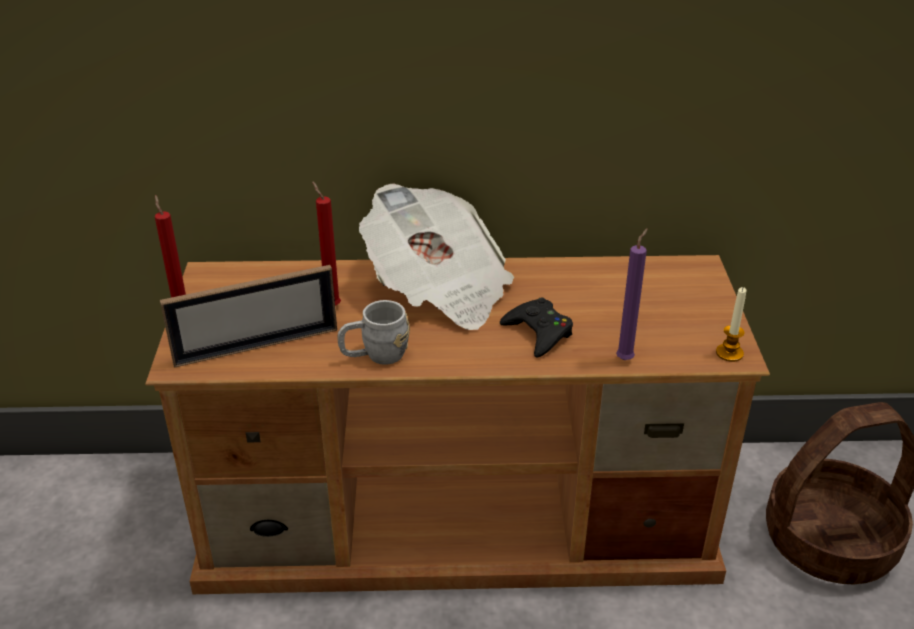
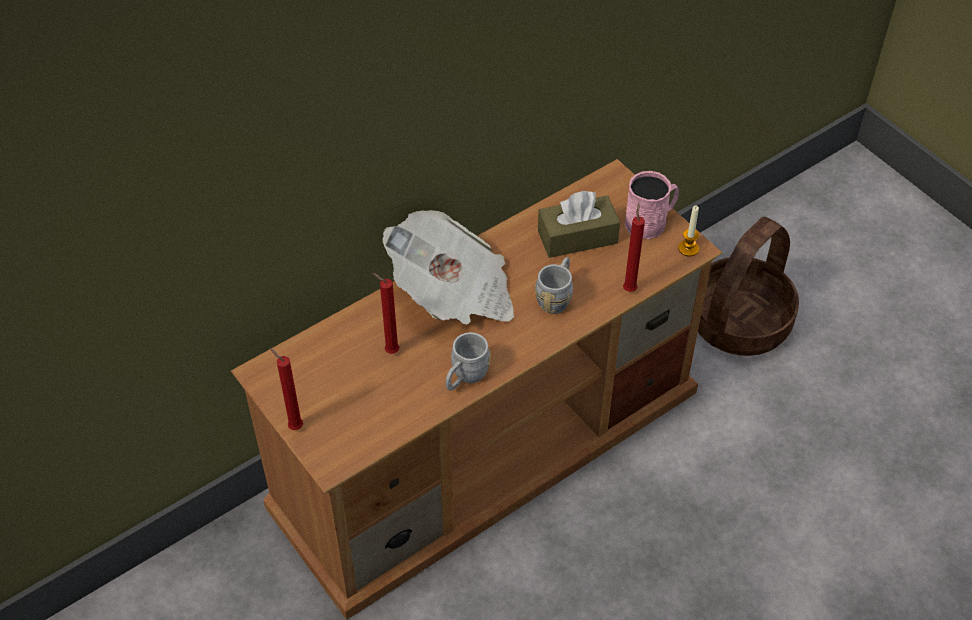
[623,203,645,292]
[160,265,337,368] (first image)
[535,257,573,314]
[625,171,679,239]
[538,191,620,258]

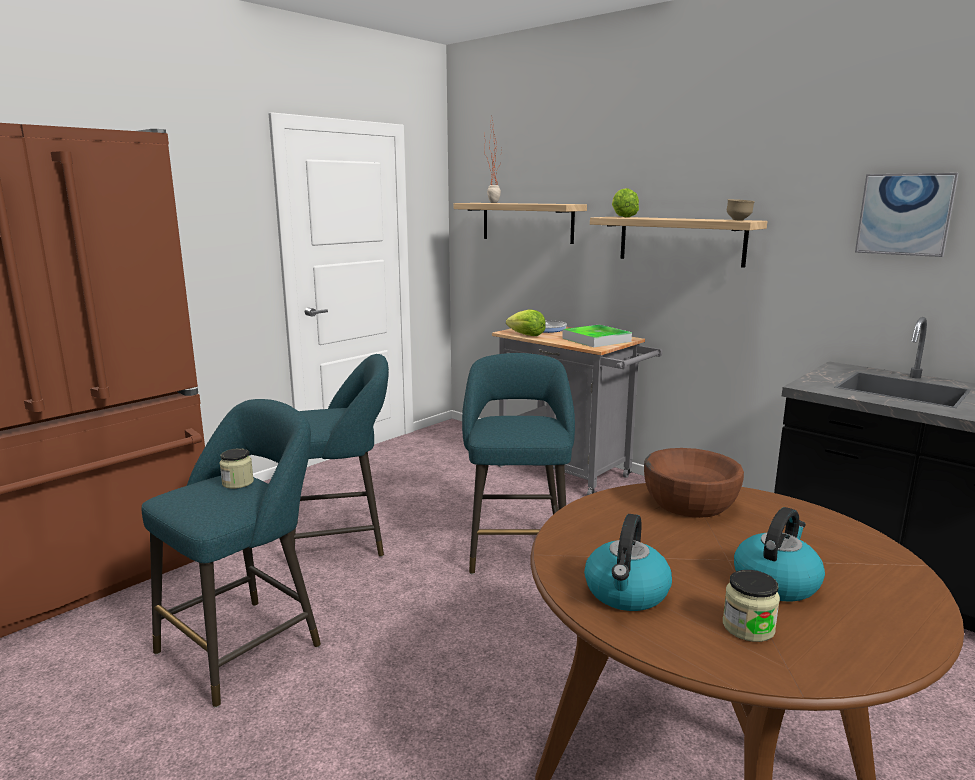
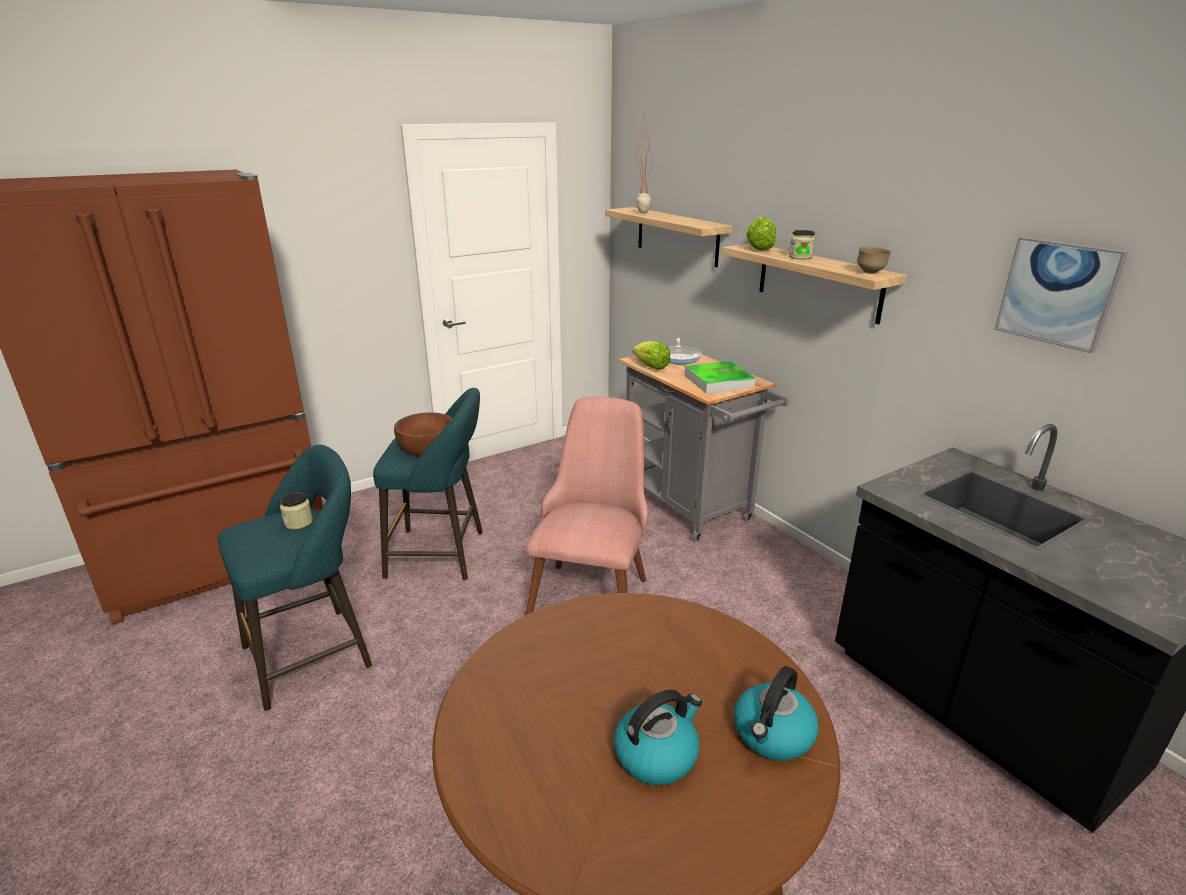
[526,397,648,615]
[394,412,453,456]
[734,666,819,761]
[789,230,815,259]

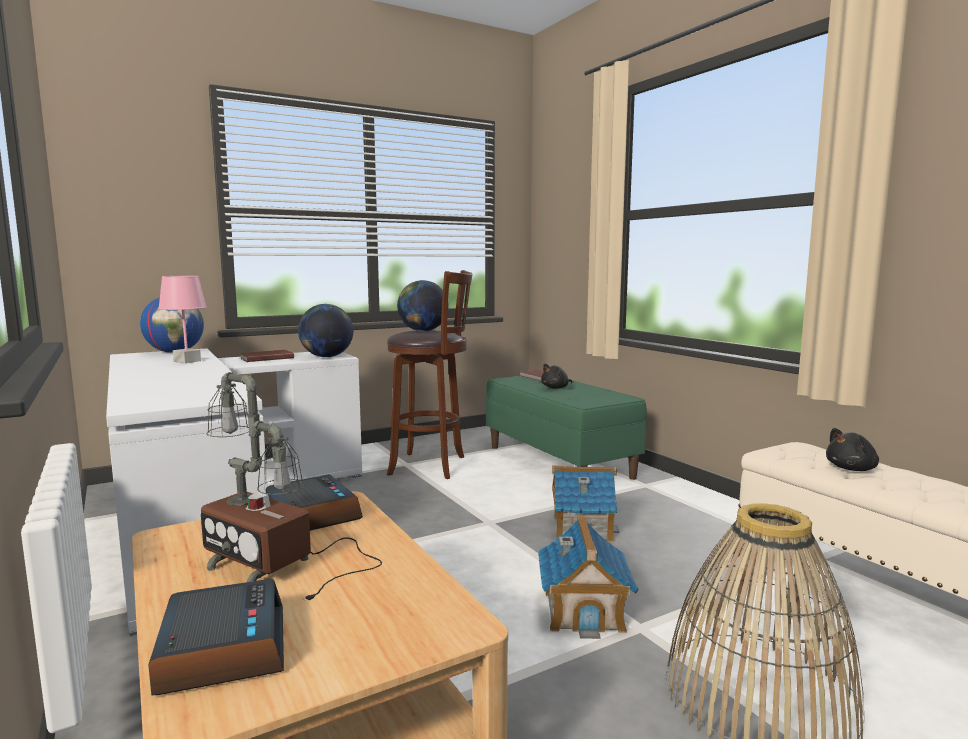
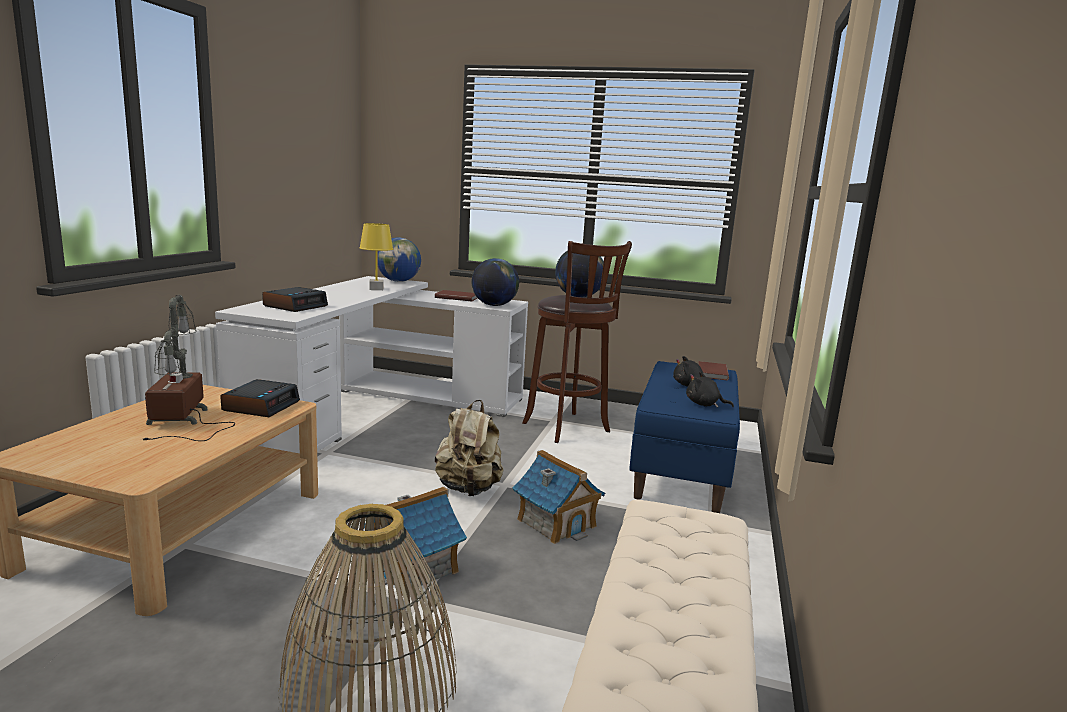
[359,223,393,290]
[629,361,740,513]
[686,372,734,408]
[262,287,328,312]
[435,400,503,496]

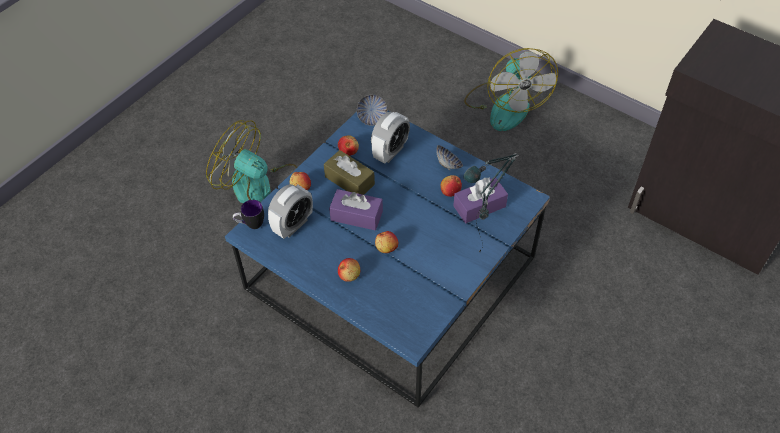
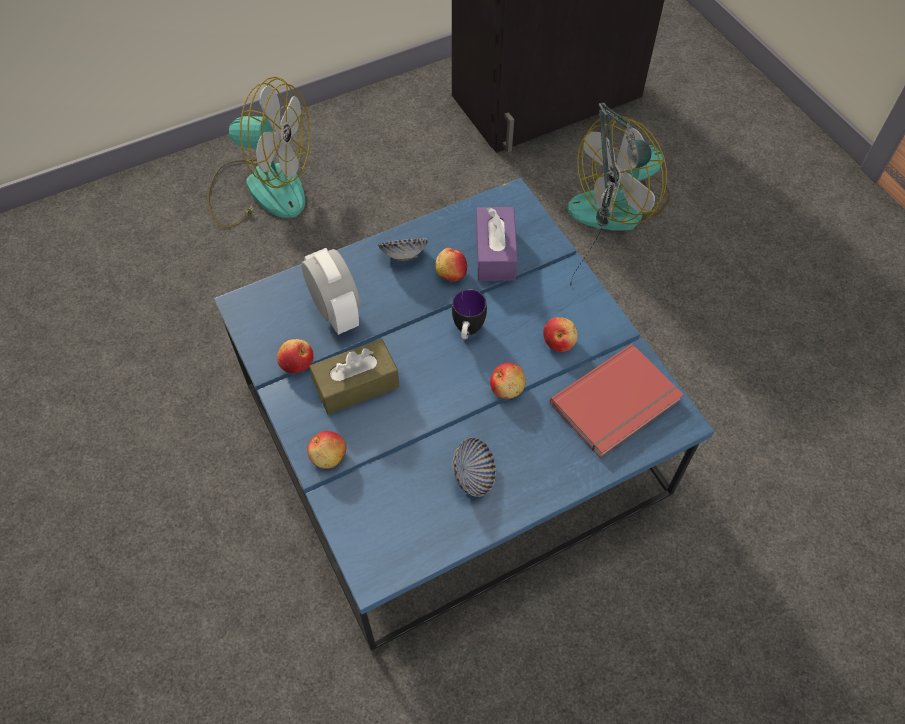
[453,437,496,497]
[567,115,670,230]
[268,184,313,239] (first image)
[329,189,383,230] (first image)
[452,289,487,339]
[543,317,578,352]
[550,344,684,458]

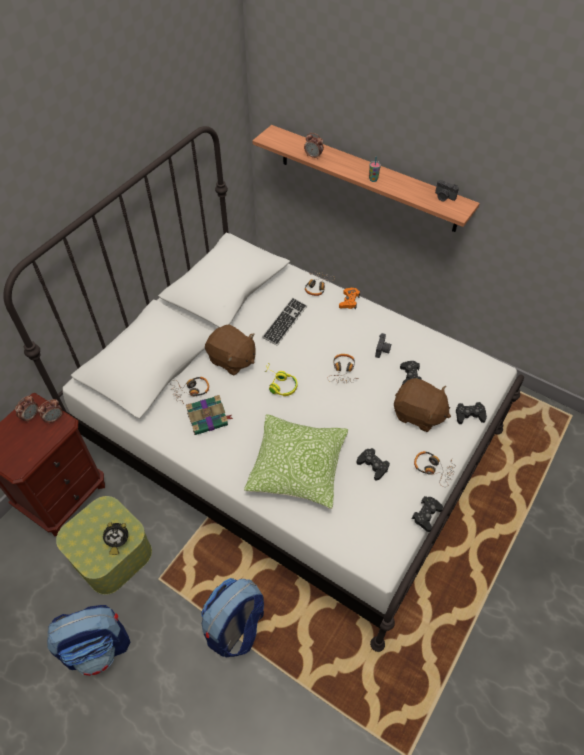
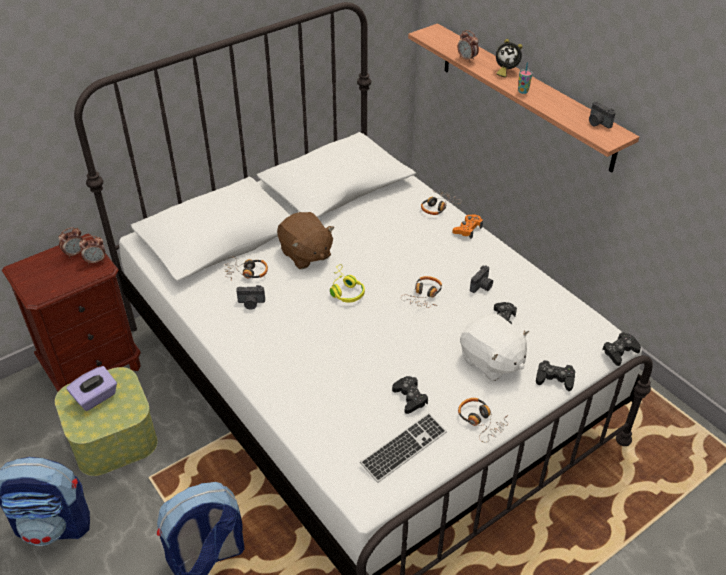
[360,413,447,483]
[460,314,529,381]
[236,285,265,310]
[244,414,348,509] (first image)
[602,332,641,366]
[496,39,523,77]
[67,366,117,411]

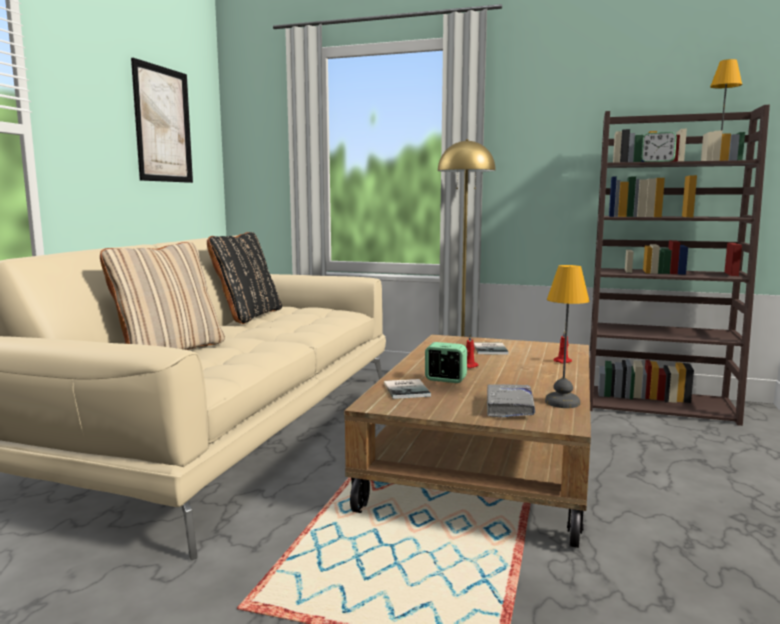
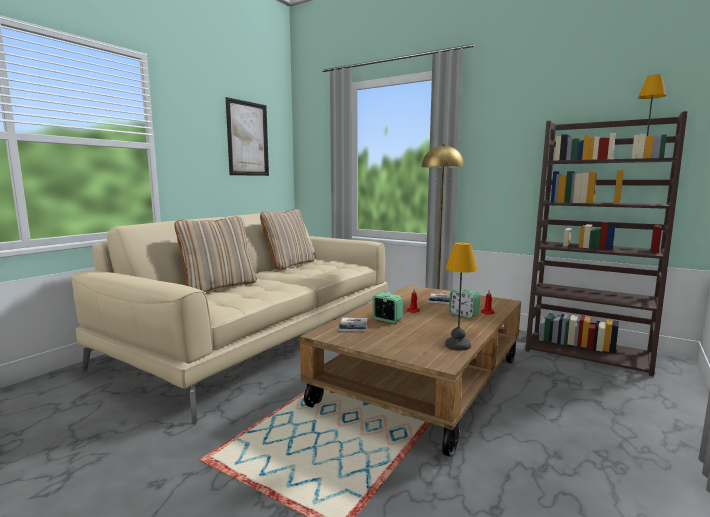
[449,289,480,318]
[260,209,315,271]
[487,384,535,417] (first image)

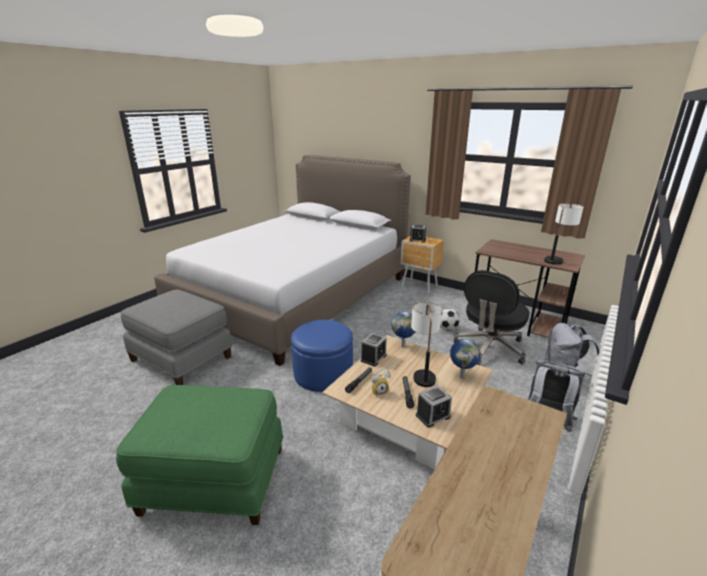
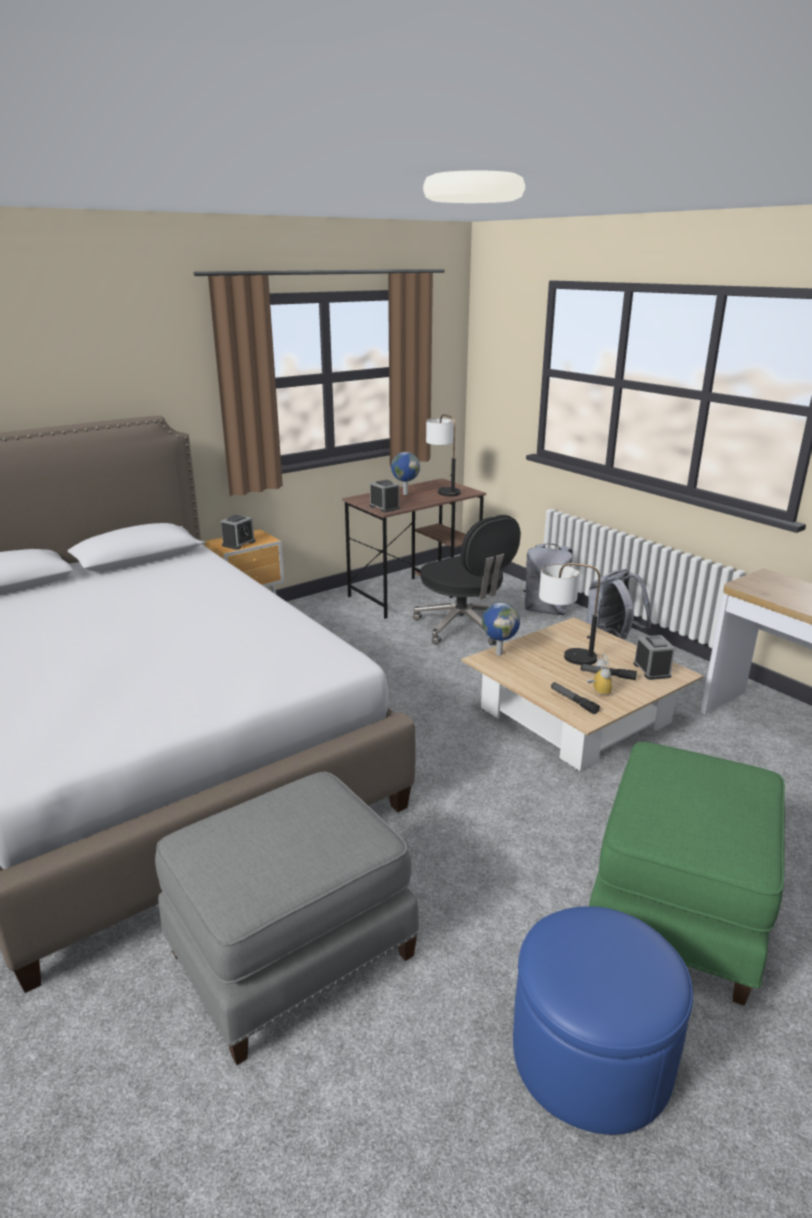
[440,308,460,330] (first image)
[513,906,693,1135]
[370,480,400,512]
[391,452,420,495]

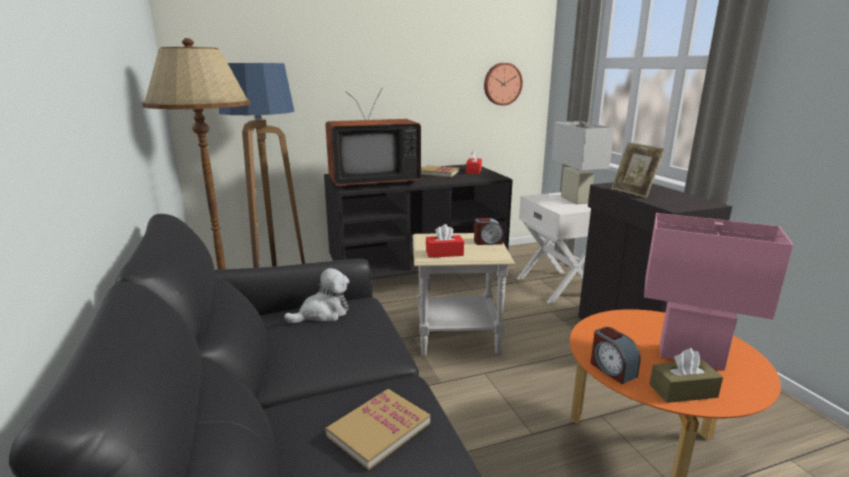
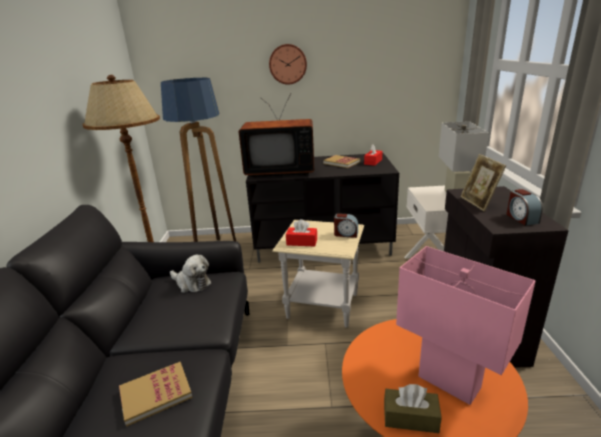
[269,44,307,85]
[170,255,211,293]
[507,189,543,226]

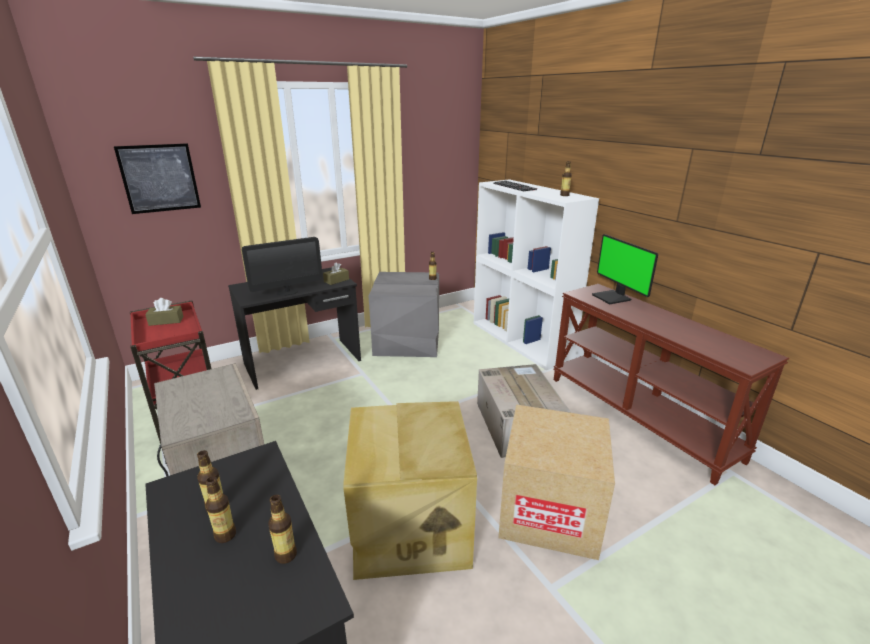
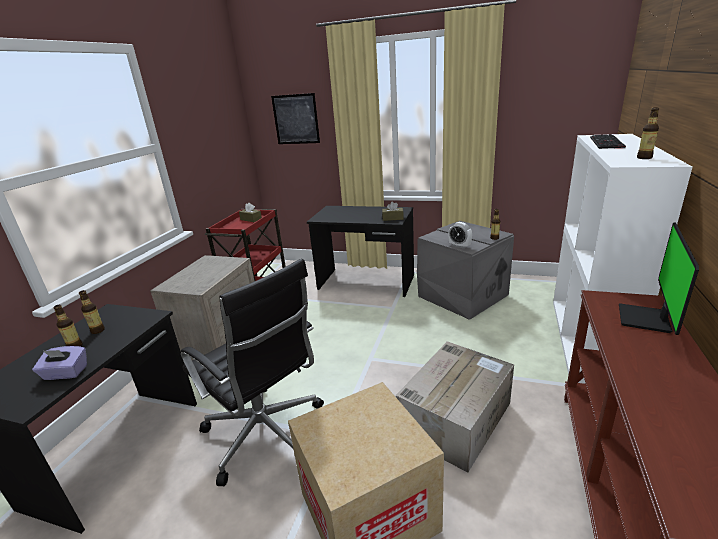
[242,237,323,296] (first image)
[181,259,324,486]
[32,346,87,380]
[448,222,472,249]

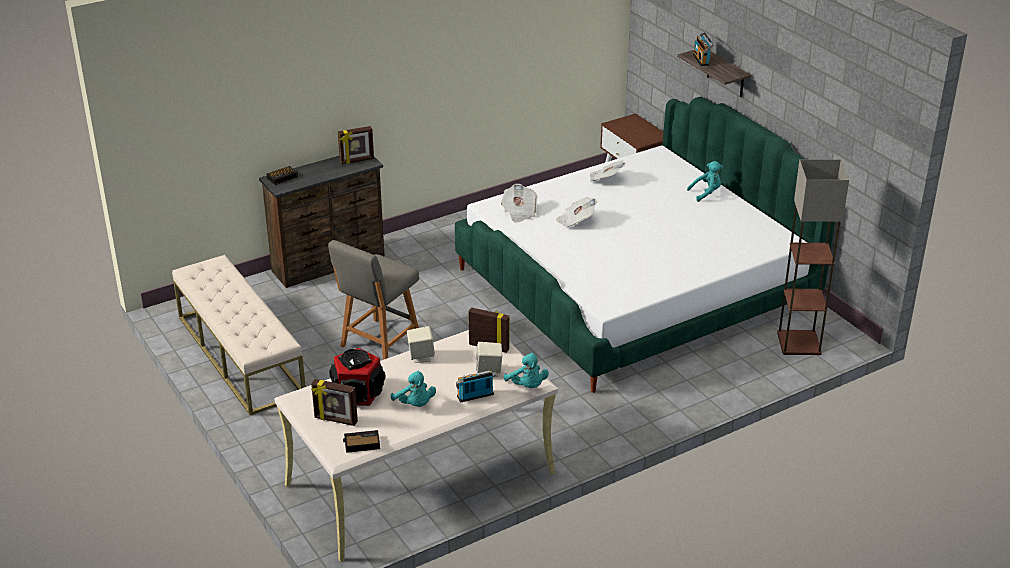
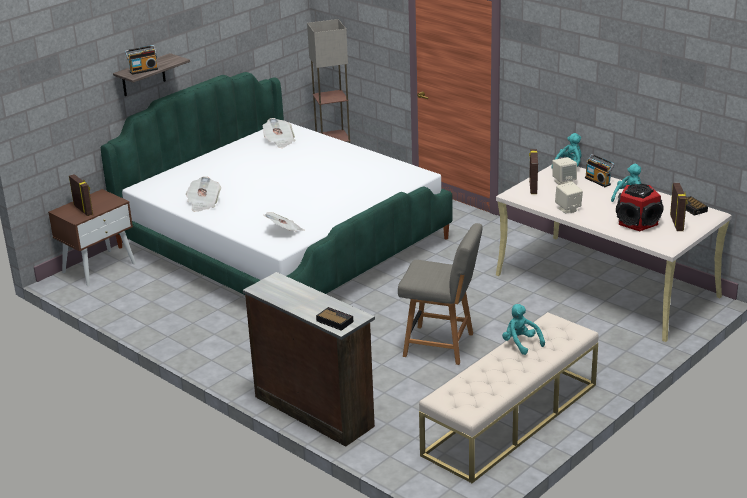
[69,174,93,216]
[502,304,545,355]
[263,118,296,148]

